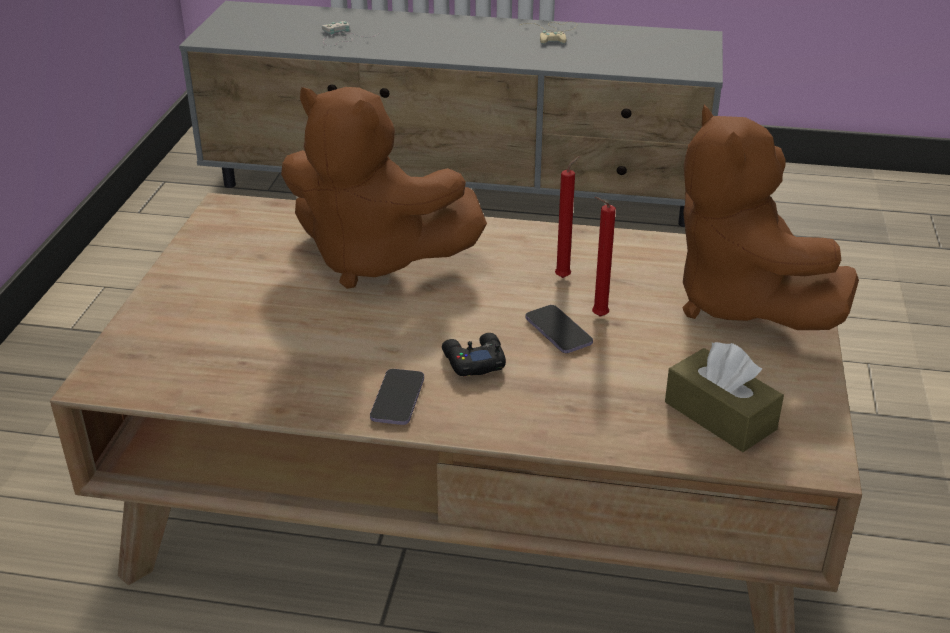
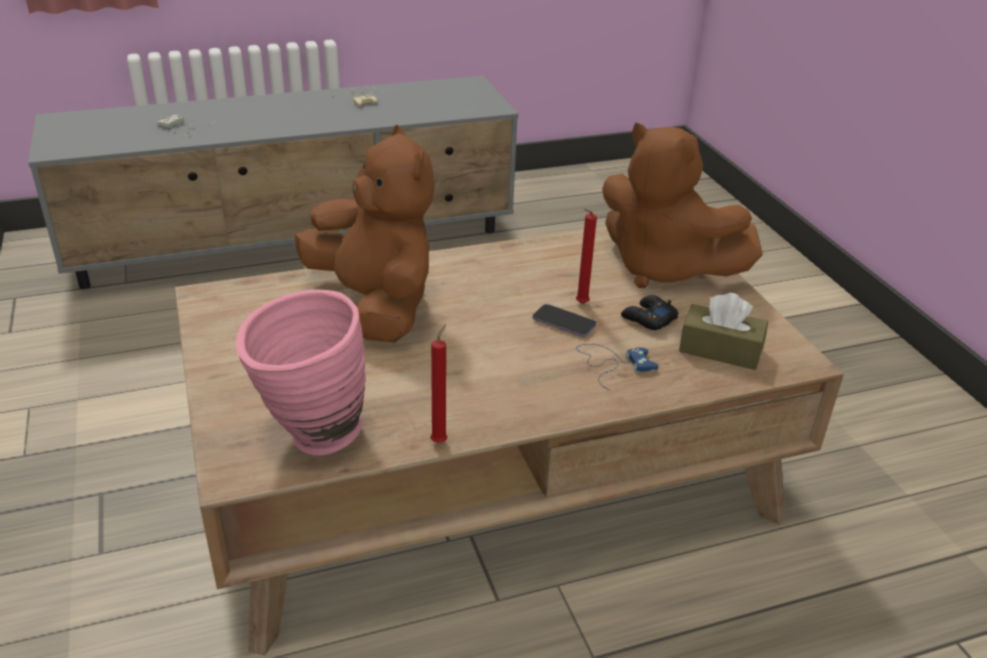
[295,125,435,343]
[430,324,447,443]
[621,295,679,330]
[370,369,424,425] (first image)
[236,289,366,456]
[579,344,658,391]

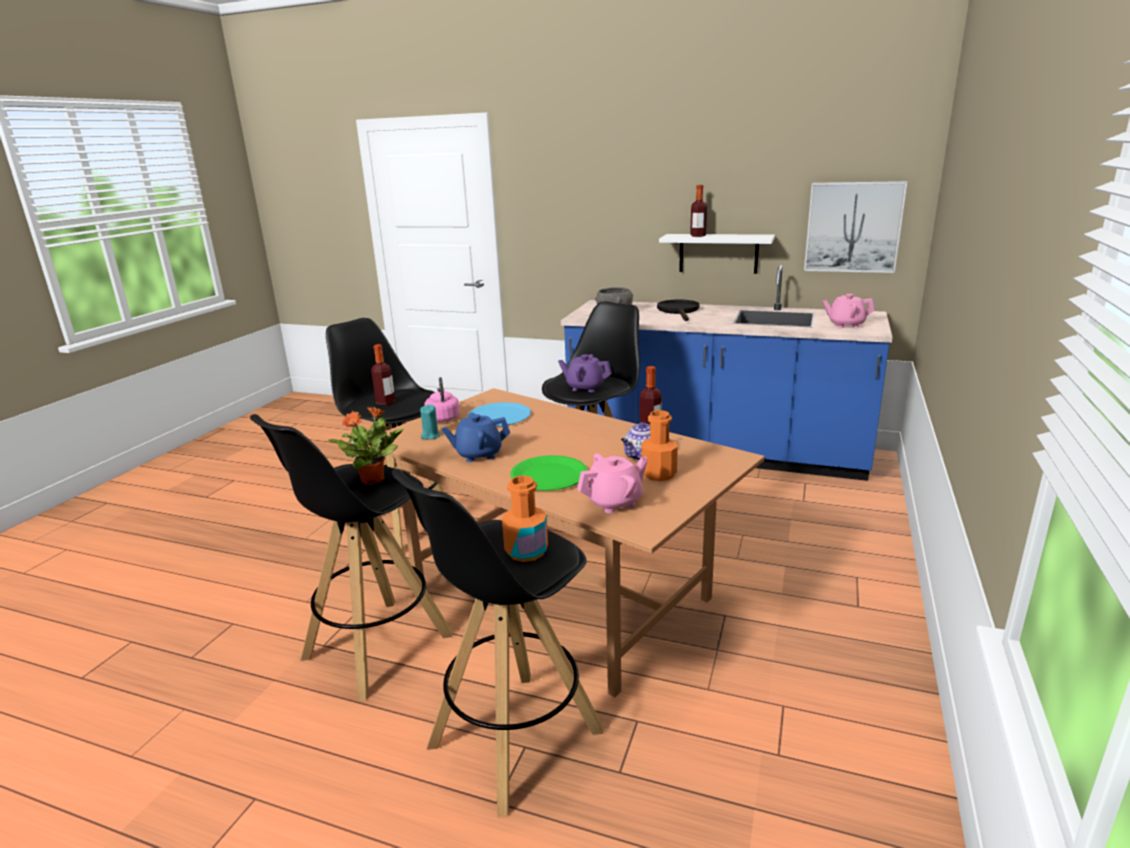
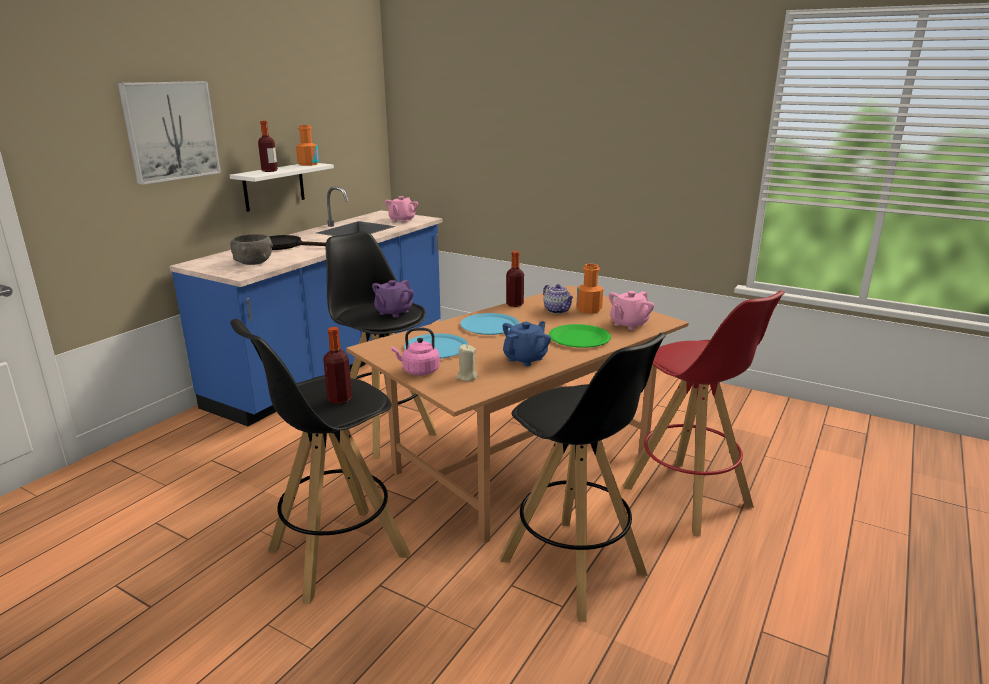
[118,81,221,185]
[456,344,478,381]
[328,407,404,485] (first image)
[503,321,551,366]
[609,291,654,330]
[623,290,784,537]
[296,125,319,166]
[460,313,519,335]

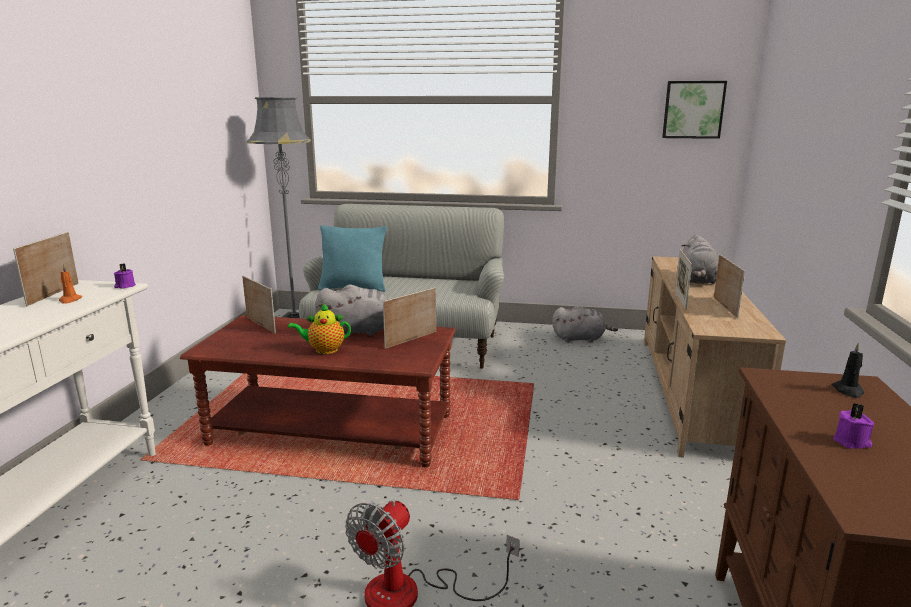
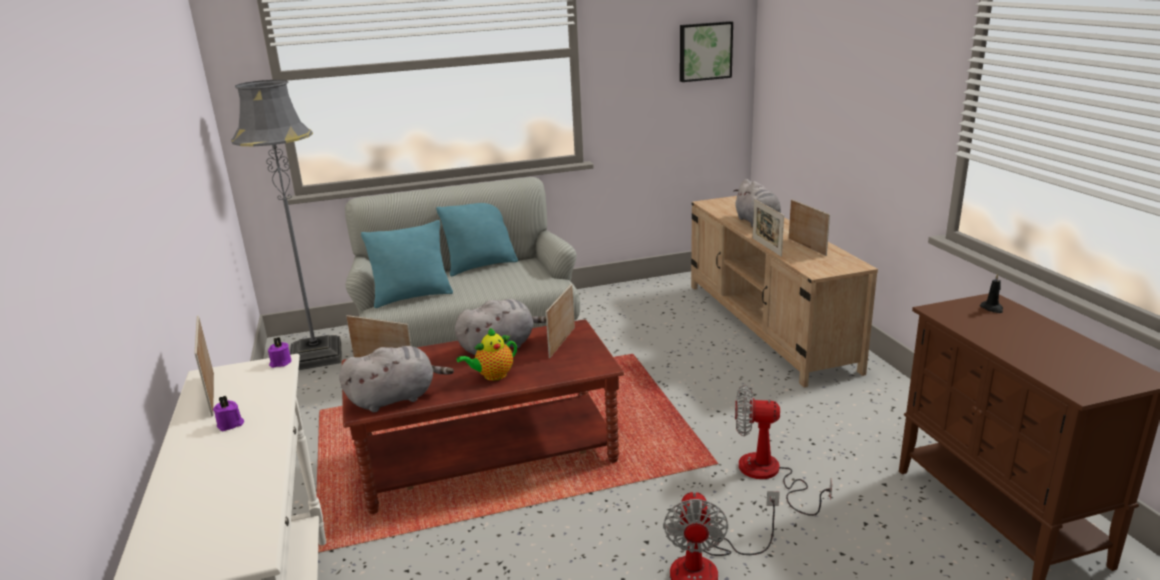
[59,264,82,304] (first image)
[339,346,454,412]
[213,396,244,431]
[436,203,518,276]
[735,385,832,516]

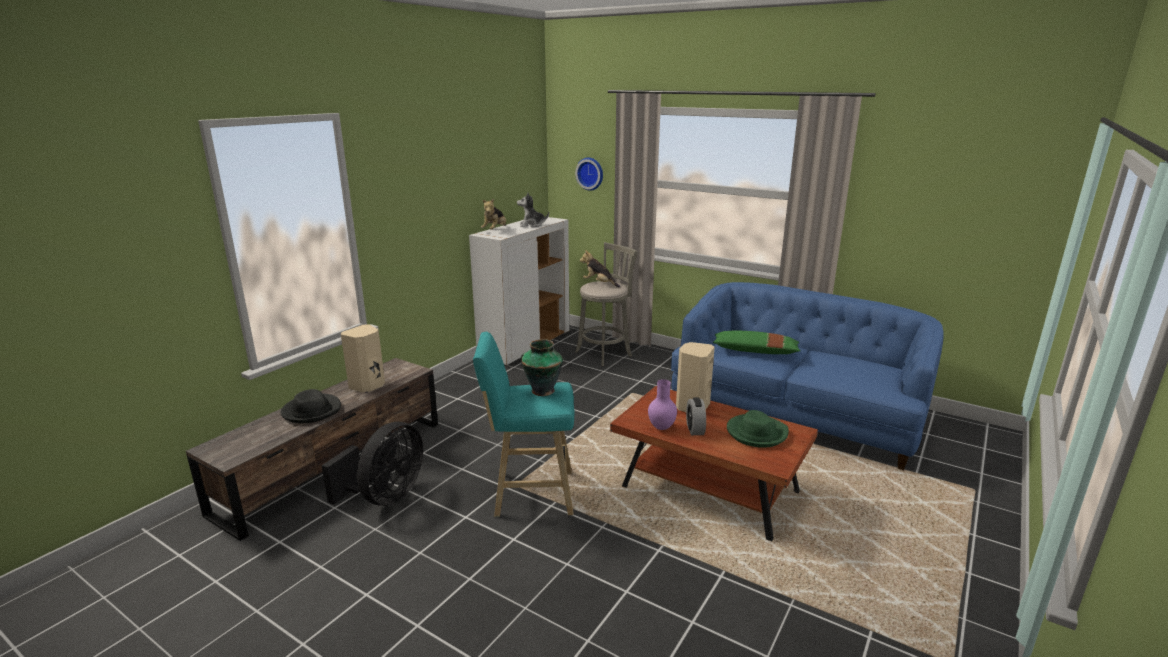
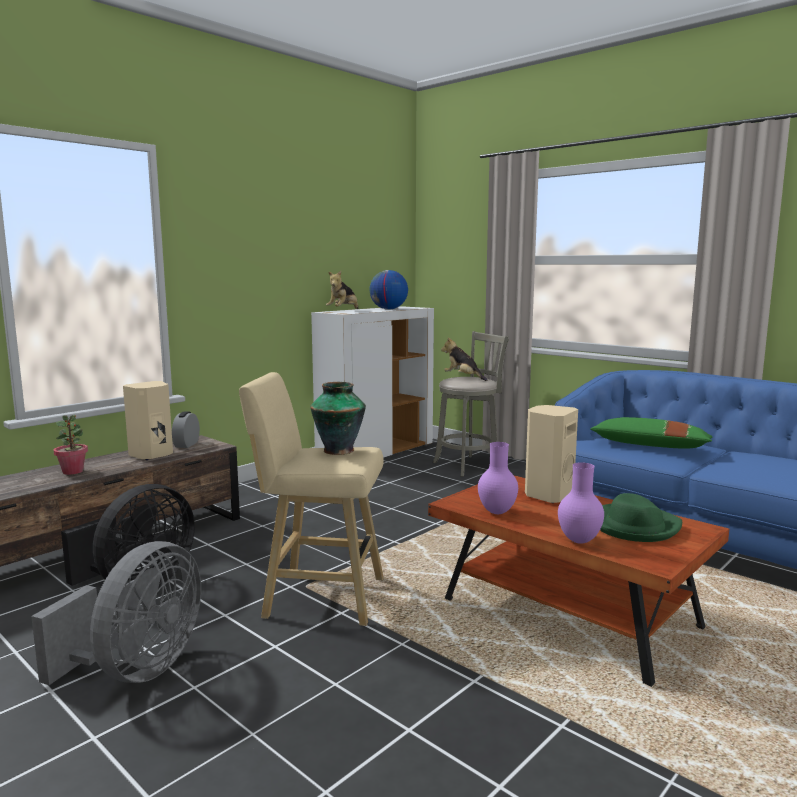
[575,158,603,191] (first image)
[370,270,408,309]
[239,372,384,626]
[54,415,88,475]
[172,411,200,448]
[558,462,604,544]
[31,541,201,685]

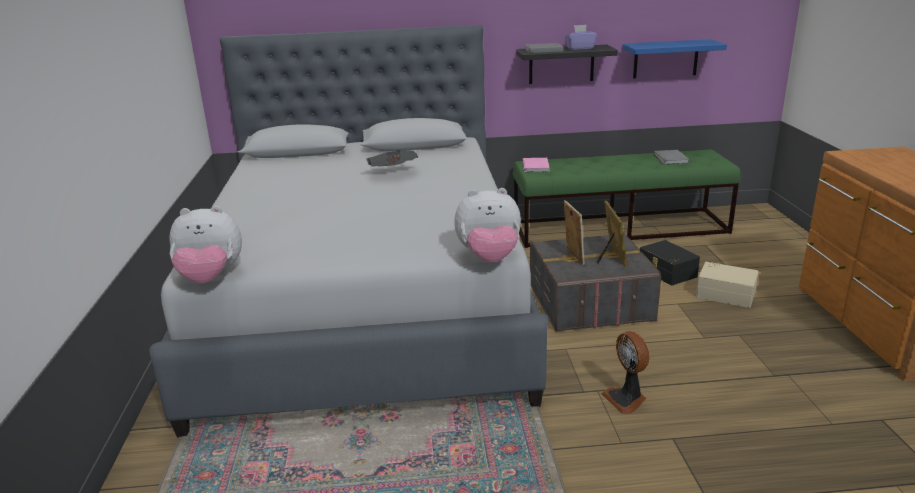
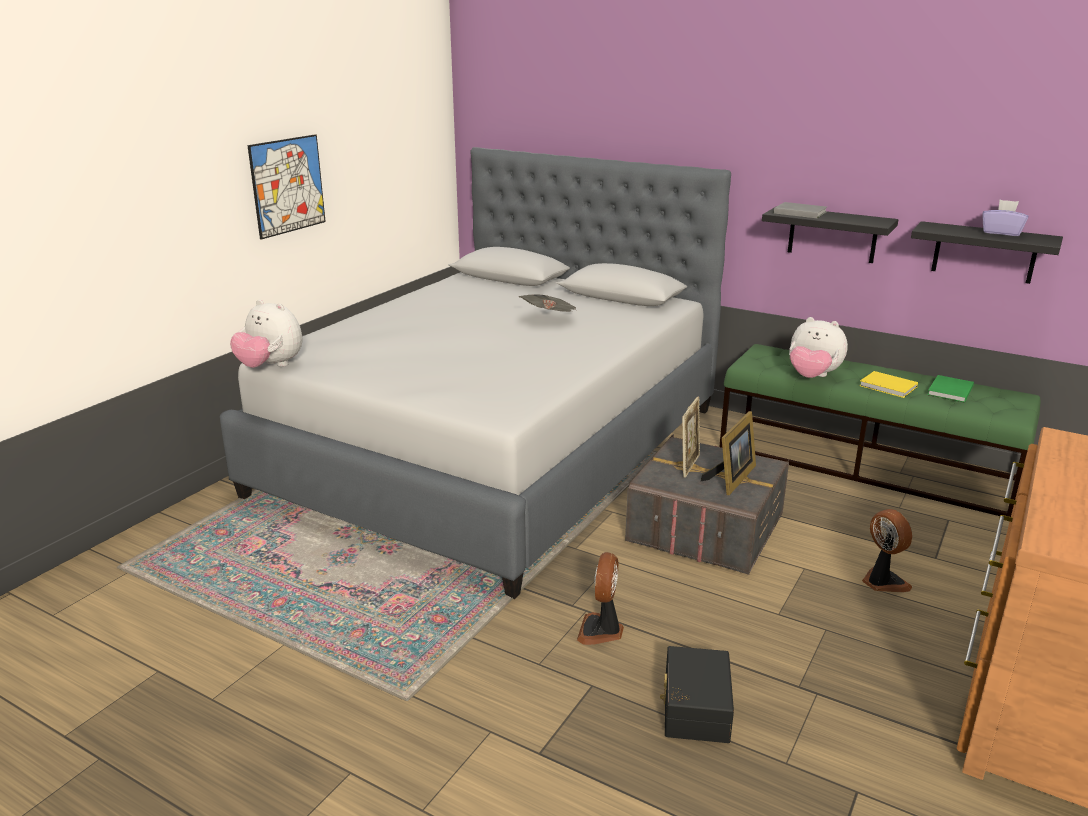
[982,200,1028,236]
[911,221,1063,284]
[928,375,974,403]
[523,158,550,172] (first image)
[789,317,848,378]
[660,646,734,743]
[862,509,912,592]
[247,134,326,239]
[859,371,918,398]

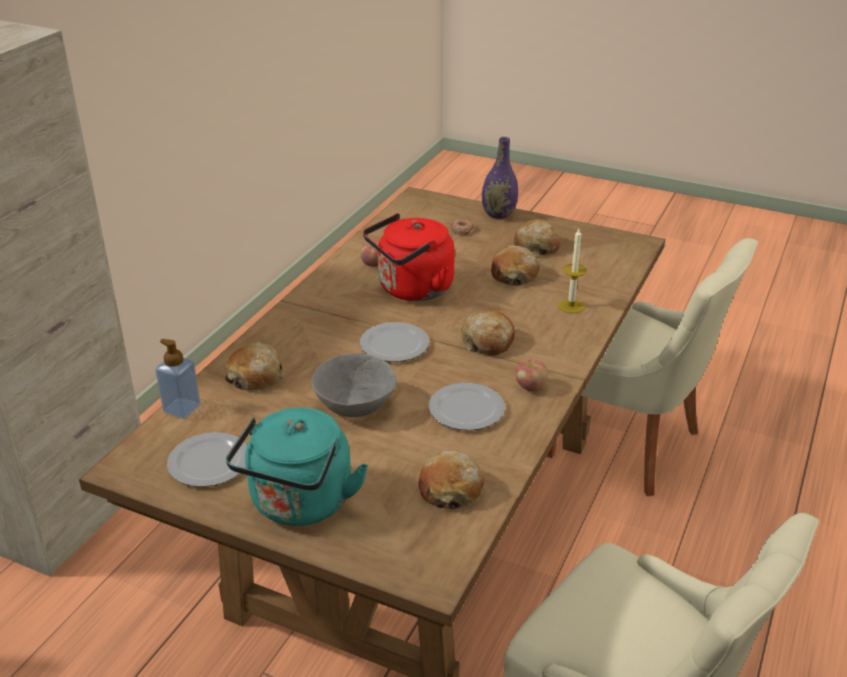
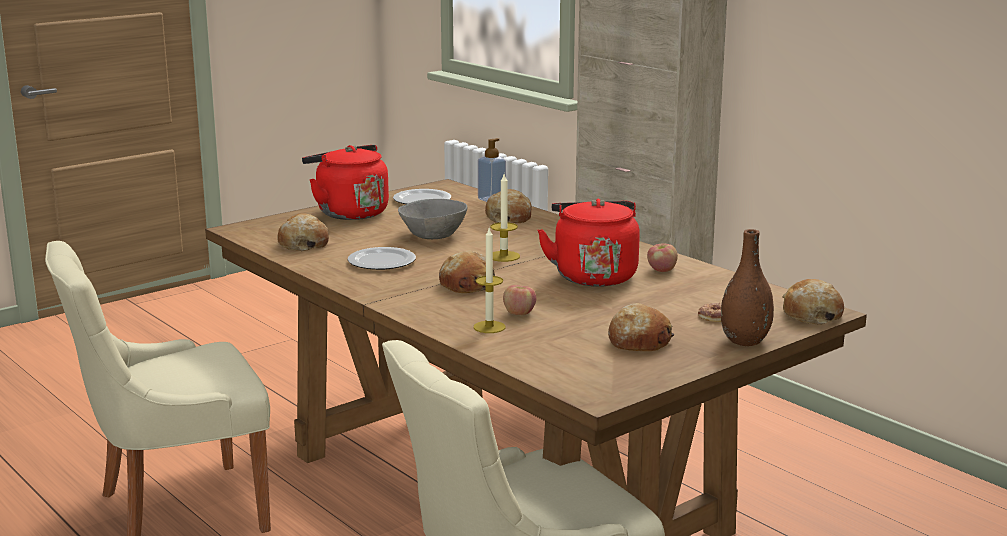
[721,229,774,346]
[782,279,844,325]
[490,174,520,262]
[503,285,536,315]
[302,145,389,220]

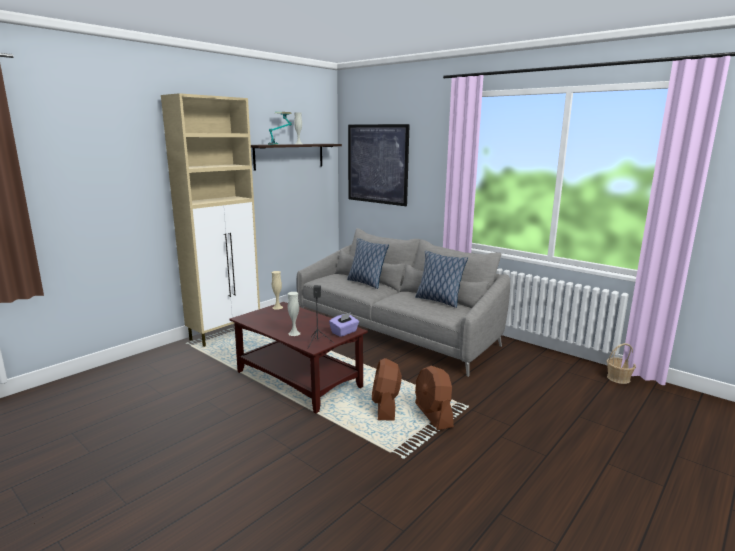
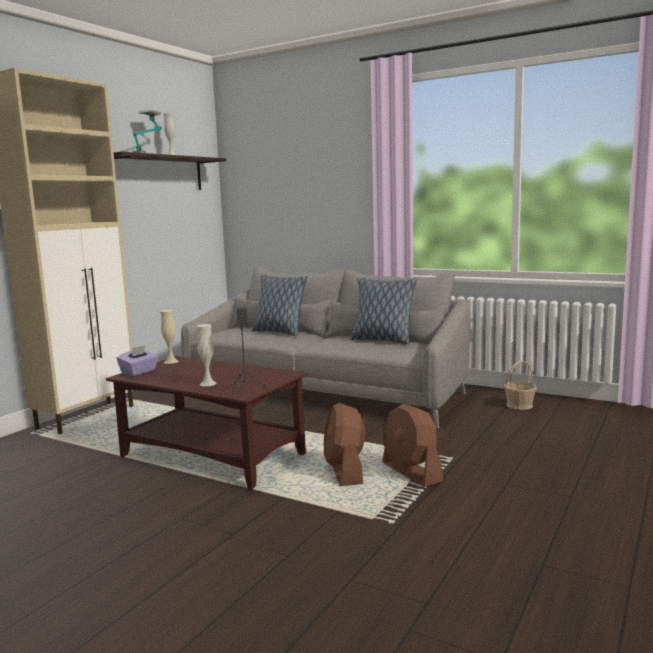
[348,124,410,206] (first image)
[117,345,158,376]
[504,361,537,410]

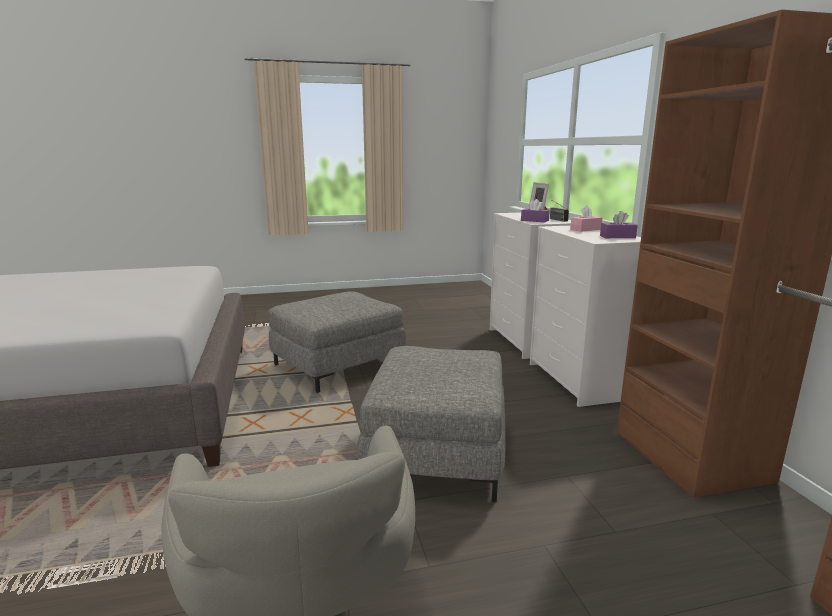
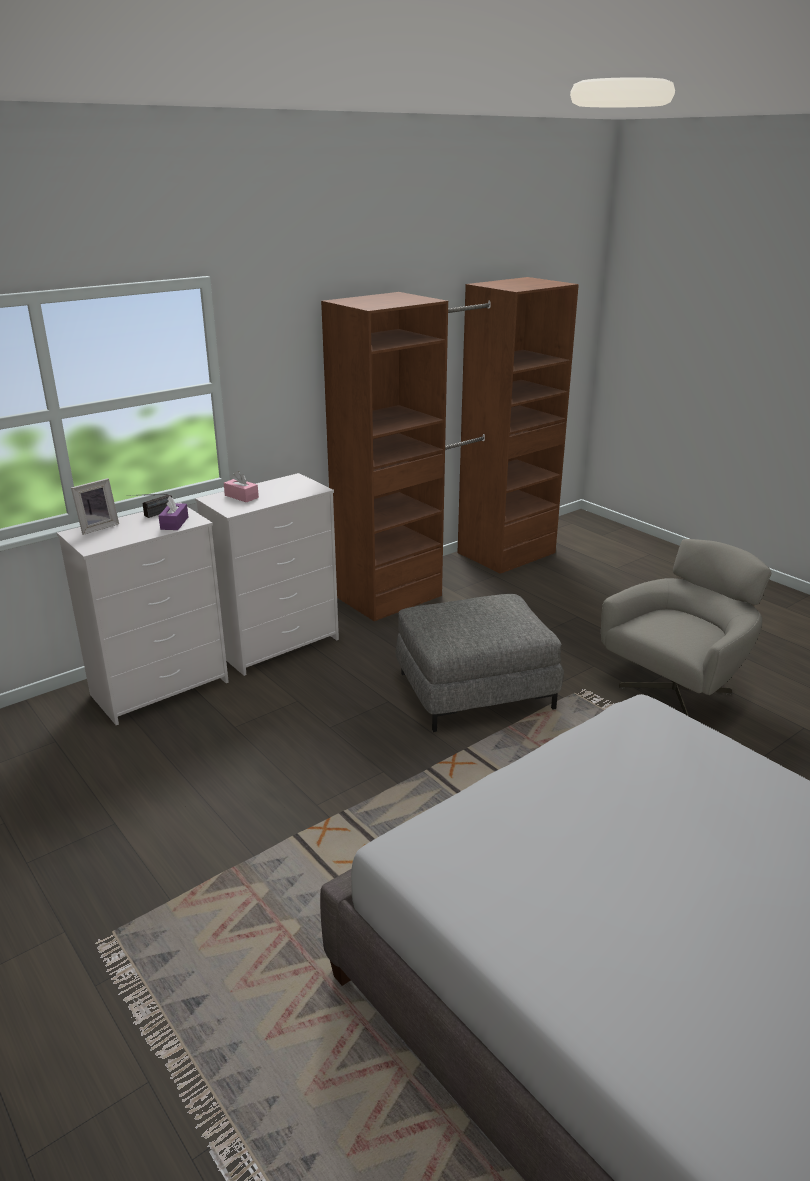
[600,211,638,238] (first image)
[268,291,406,393] (first image)

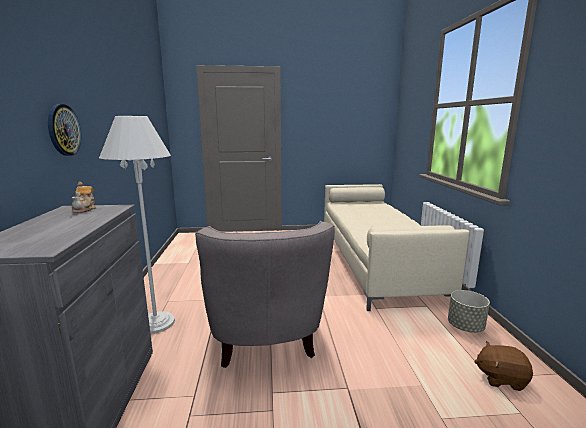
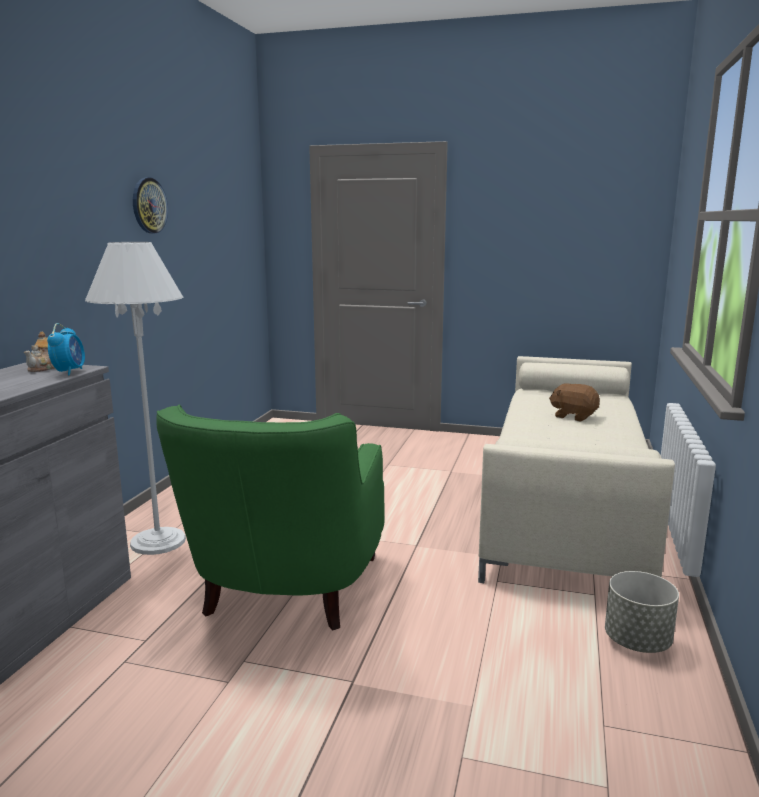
[133,177,168,233]
[156,404,385,630]
[549,383,600,422]
[47,323,85,376]

